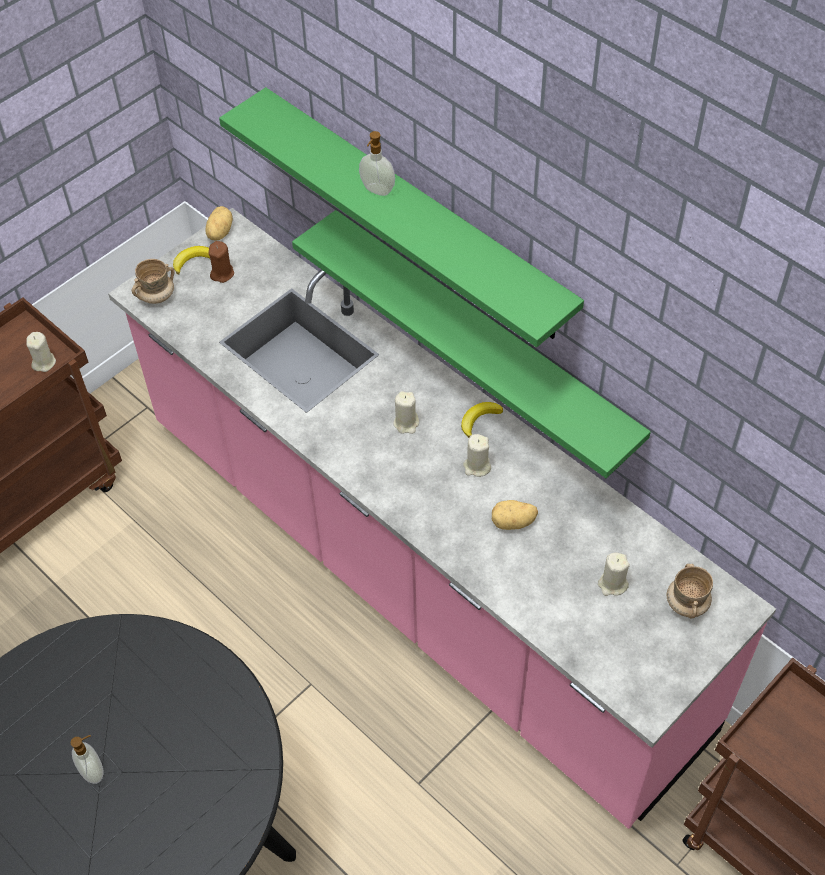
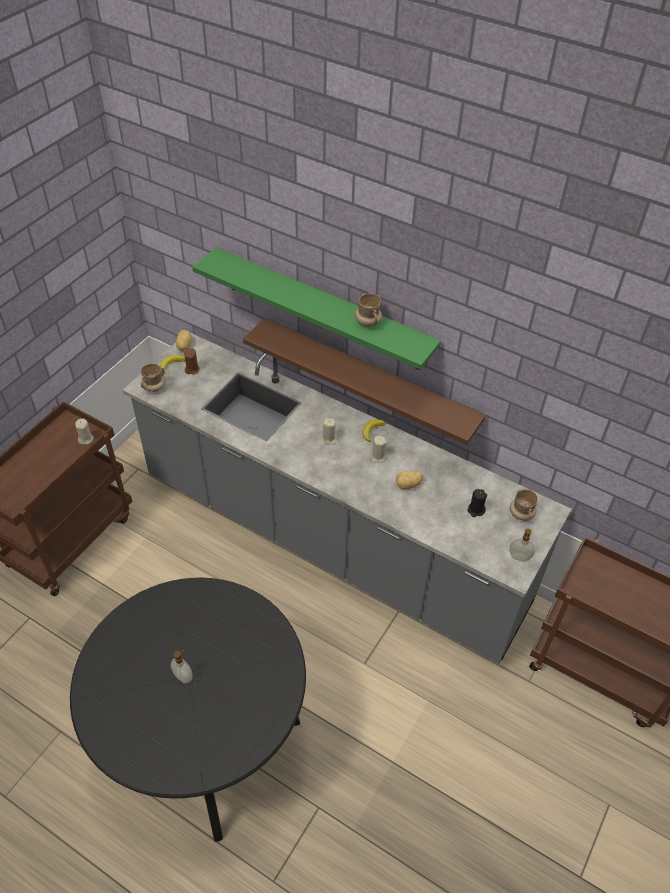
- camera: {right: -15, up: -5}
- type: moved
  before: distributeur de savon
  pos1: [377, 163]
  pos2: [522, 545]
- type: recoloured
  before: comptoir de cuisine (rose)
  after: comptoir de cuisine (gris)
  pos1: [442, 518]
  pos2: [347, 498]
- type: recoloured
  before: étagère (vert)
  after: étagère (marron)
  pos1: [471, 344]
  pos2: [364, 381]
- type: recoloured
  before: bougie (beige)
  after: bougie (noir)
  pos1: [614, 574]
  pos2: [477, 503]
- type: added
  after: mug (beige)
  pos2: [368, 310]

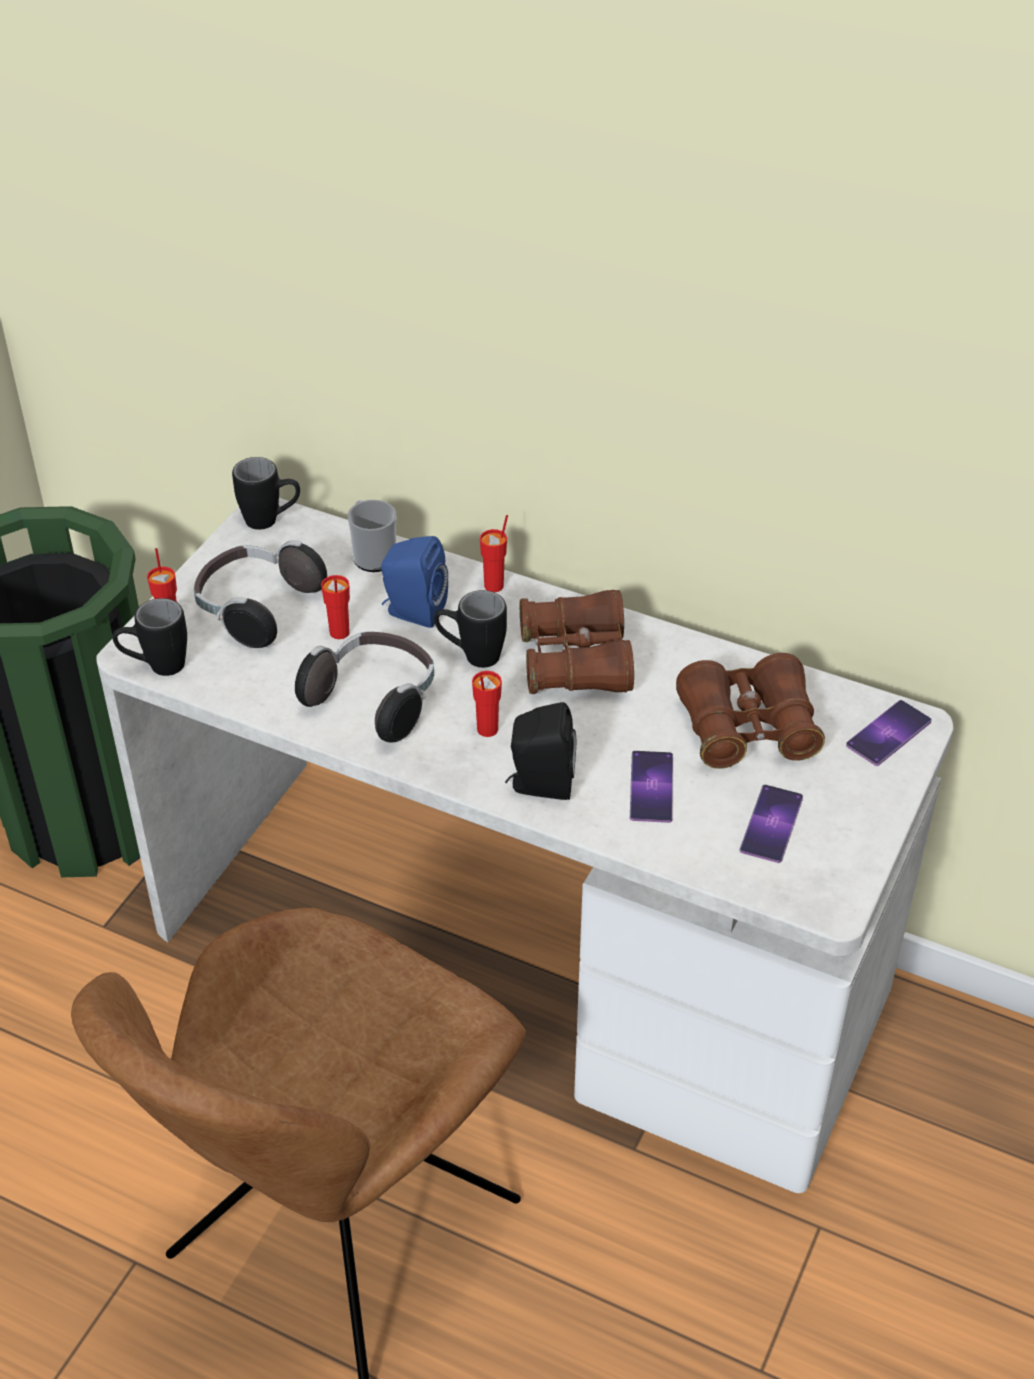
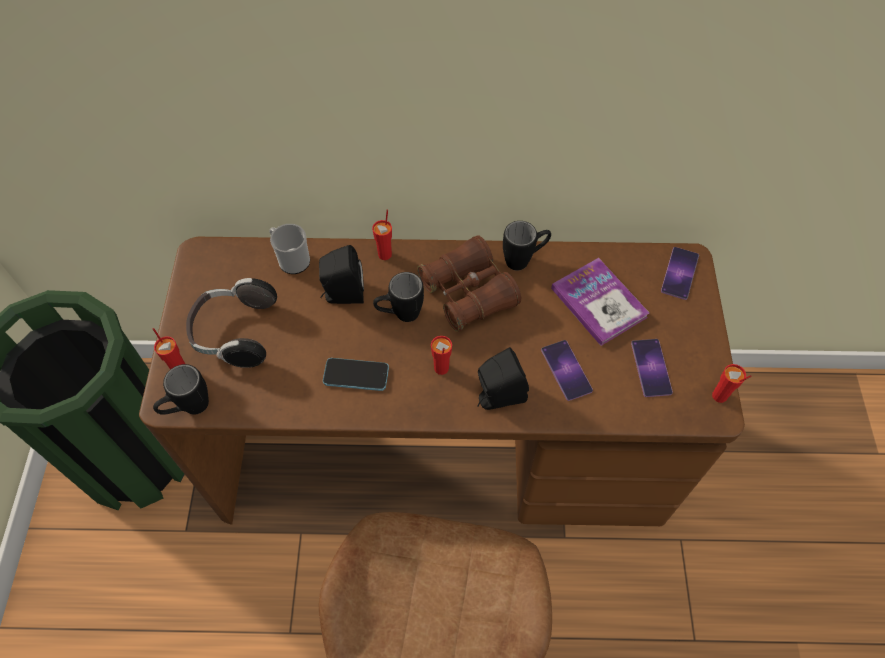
- camera: {right: -25, up: 15}
- type: moved
  before: mug (noir)
  pos1: [266, 493]
  pos2: [527, 246]
- type: recoloured
  before: bureau (blanc)
  after: bureau (marron)
  pos1: [525, 845]
  pos2: [442, 381]
- type: recoloured
  before: enceinte (bleu)
  after: enceinte (noir)
  pos1: [414, 582]
  pos2: [341, 274]
- type: moved
  before: tasse (rouge)
  pos1: [335, 607]
  pos2: [732, 383]
- type: replaced
  before: casque audio
  after: téléphone
  pos1: [364, 687]
  pos2: [356, 374]
- type: replaced
  before: jumelles (marron)
  after: livre
  pos1: [750, 711]
  pos2: [600, 302]

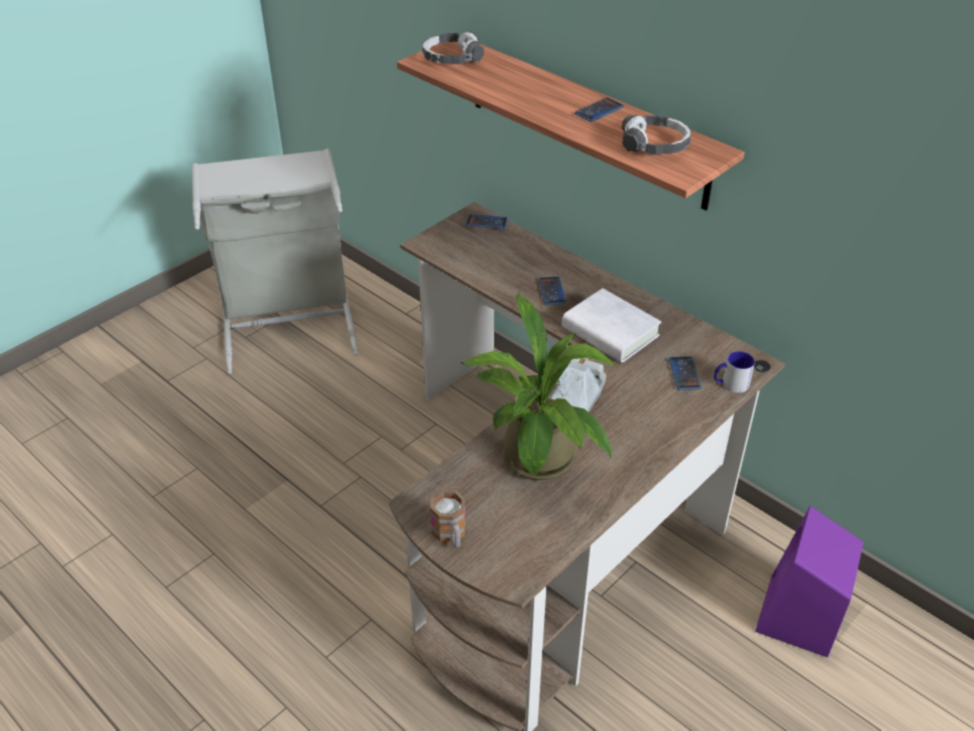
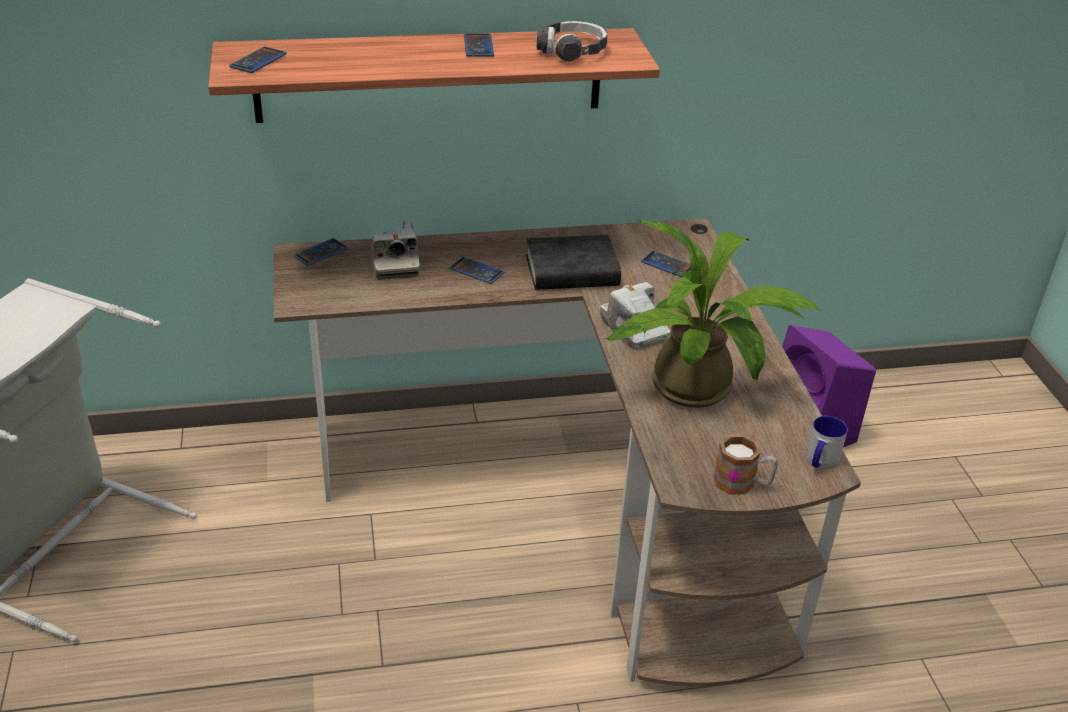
- camera: {right: -55, up: -5}
- type: replaced
  before: casque audio
  after: téléphone
  pos1: [453, 47]
  pos2: [258, 60]
- type: recoloured
  before: livre (blanc)
  after: livre (noir)
  pos1: [612, 325]
  pos2: [573, 262]
- type: moved
  before: mug
  pos1: [734, 372]
  pos2: [827, 442]
- type: added
  after: appareil photo
  pos2: [395, 250]

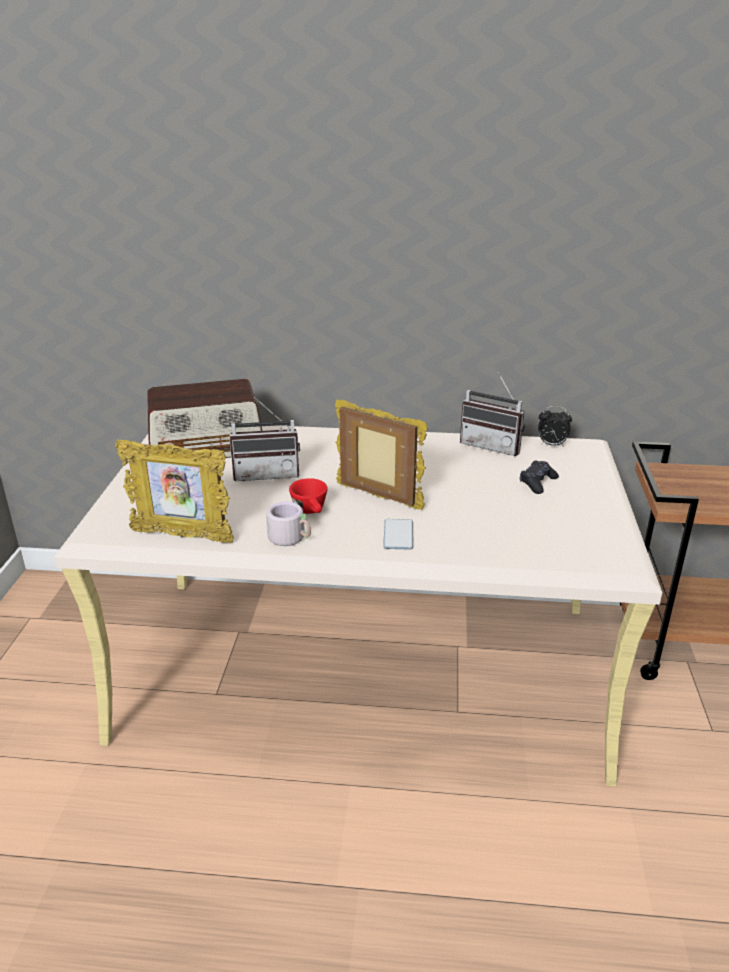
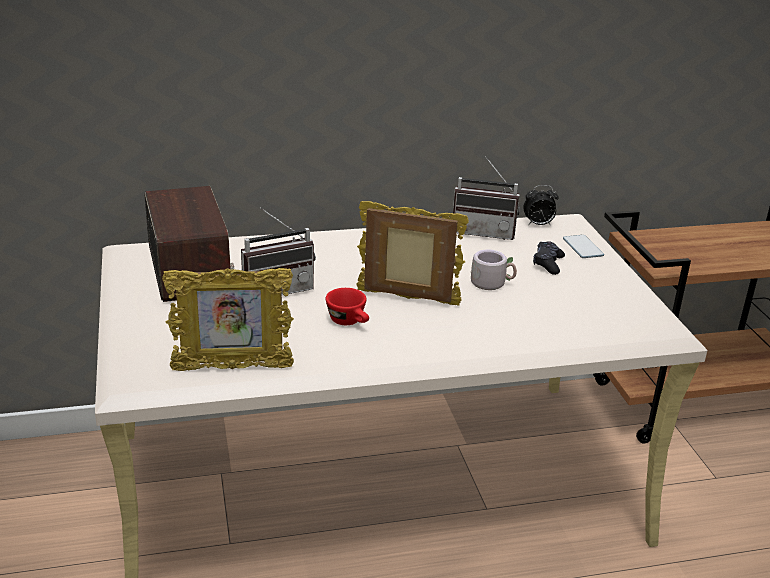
- camera: {right: -20, up: 0}
- type: turned
  before: radio
  pos1: [204, 418]
  pos2: [189, 244]
  turn: -75
- type: moved
  before: mug (gris)
  pos1: [288, 523]
  pos2: [493, 269]
- type: moved
  before: téléphone
  pos1: [398, 534]
  pos2: [583, 246]

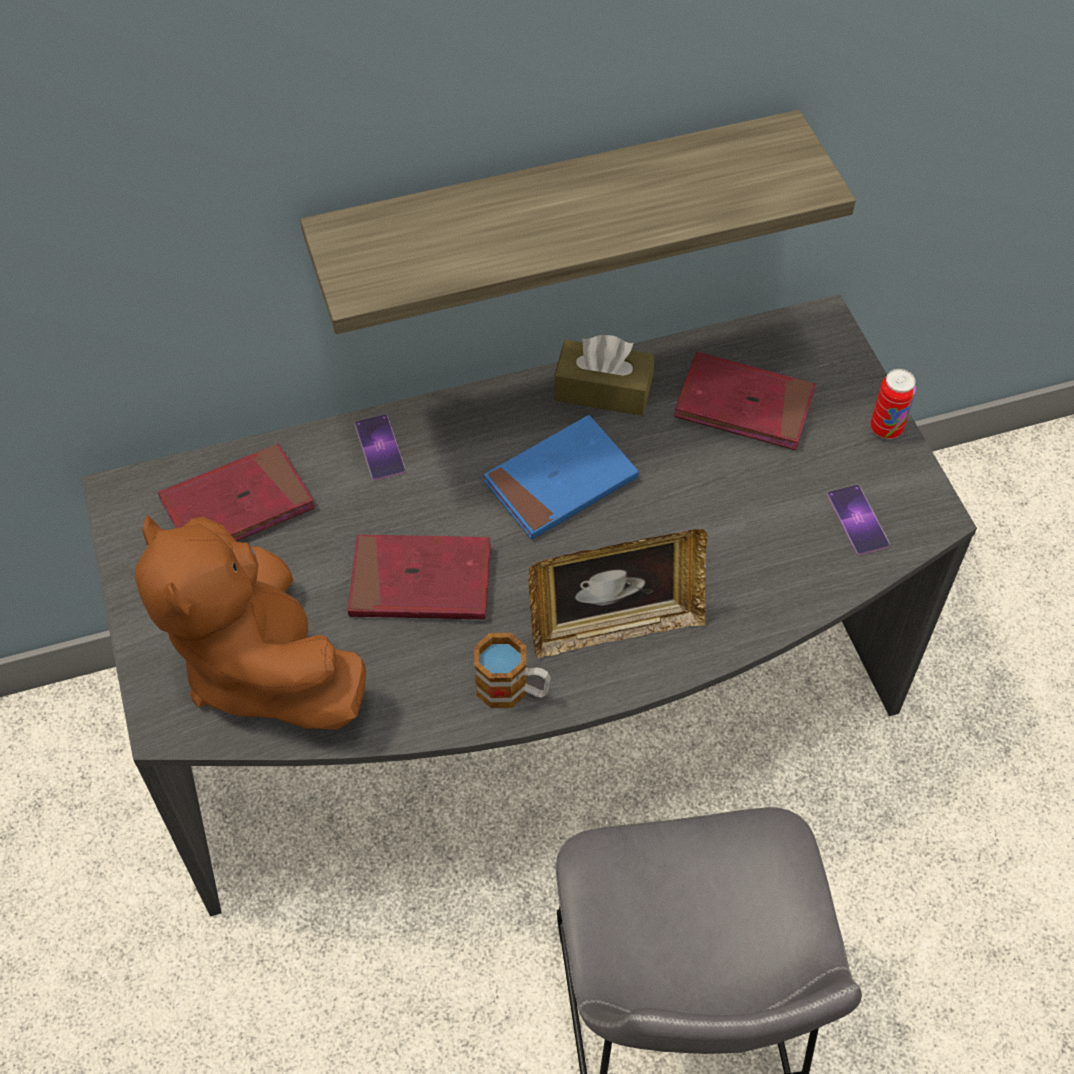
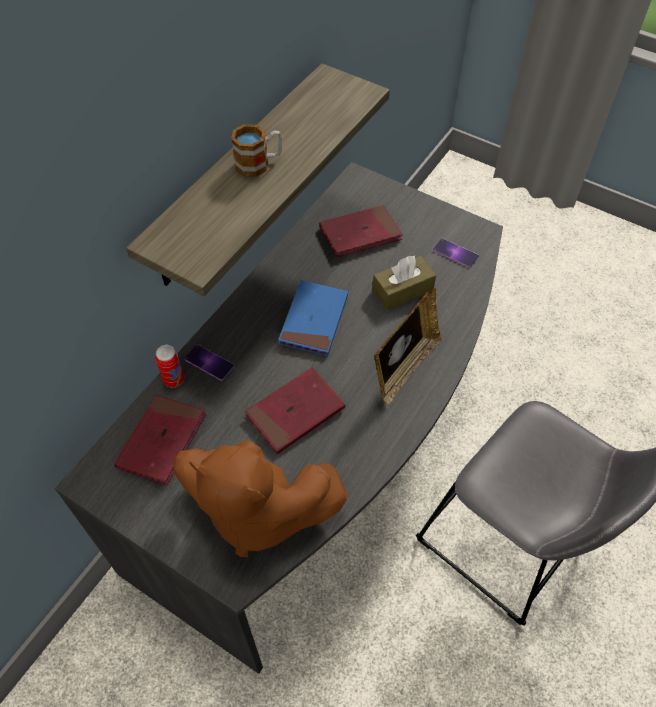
- camera: {right: -40, up: 0}
- type: moved
  before: boîte à mouchoirs (marron)
  pos1: [604, 375]
  pos2: [404, 282]
- type: moved
  before: boîte métallique
  pos1: [893, 404]
  pos2: [169, 366]
- type: moved
  before: mug
  pos1: [512, 670]
  pos2: [256, 150]

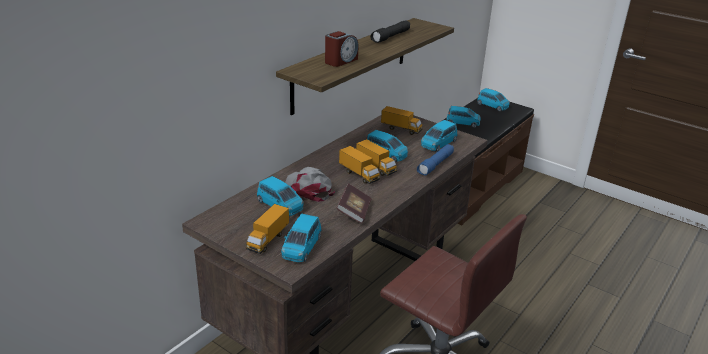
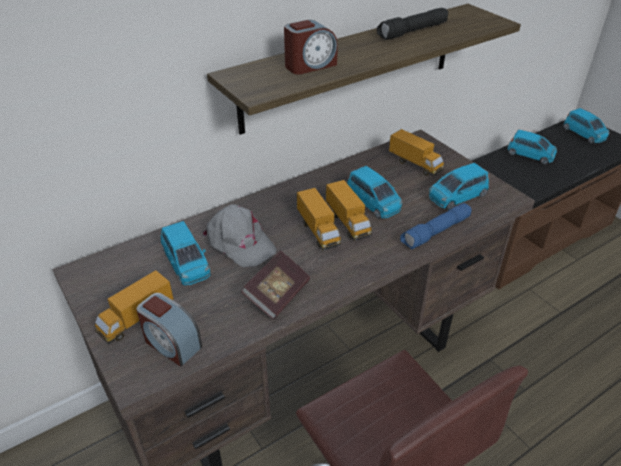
- camera: {right: 20, up: 10}
- type: turned
  before: casquette (gris)
  pos1: [310, 184]
  pos2: [239, 235]
  turn: 150
- type: replaced
  before: petite voiture (bleu)
  after: réveil
  pos1: [301, 237]
  pos2: [169, 330]

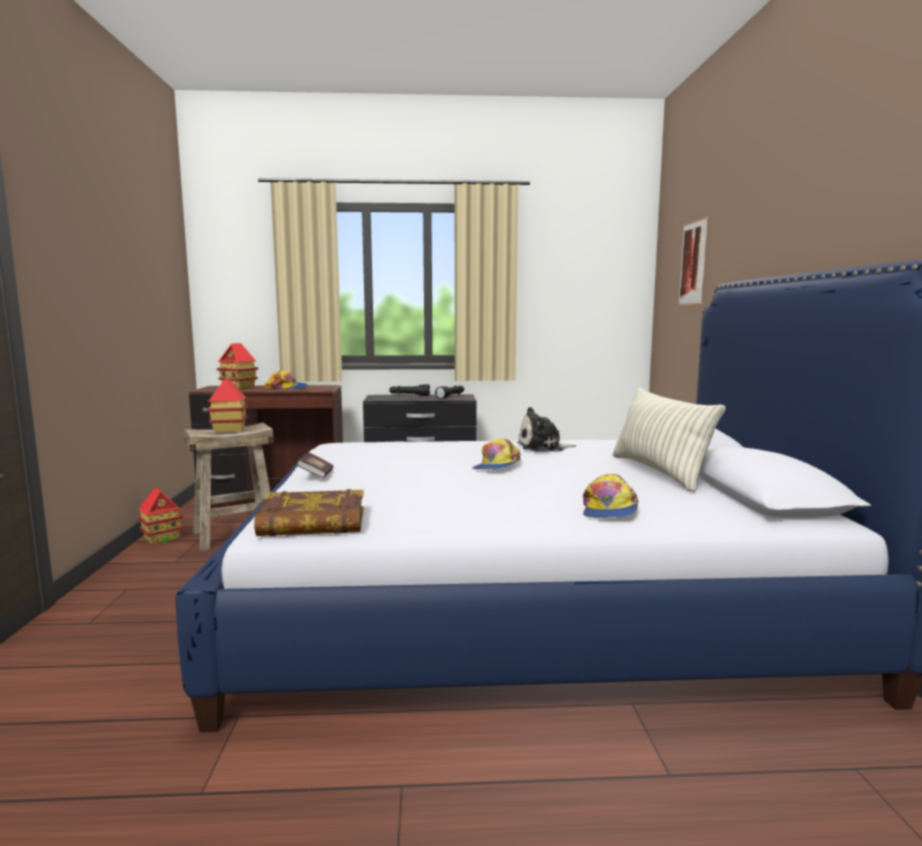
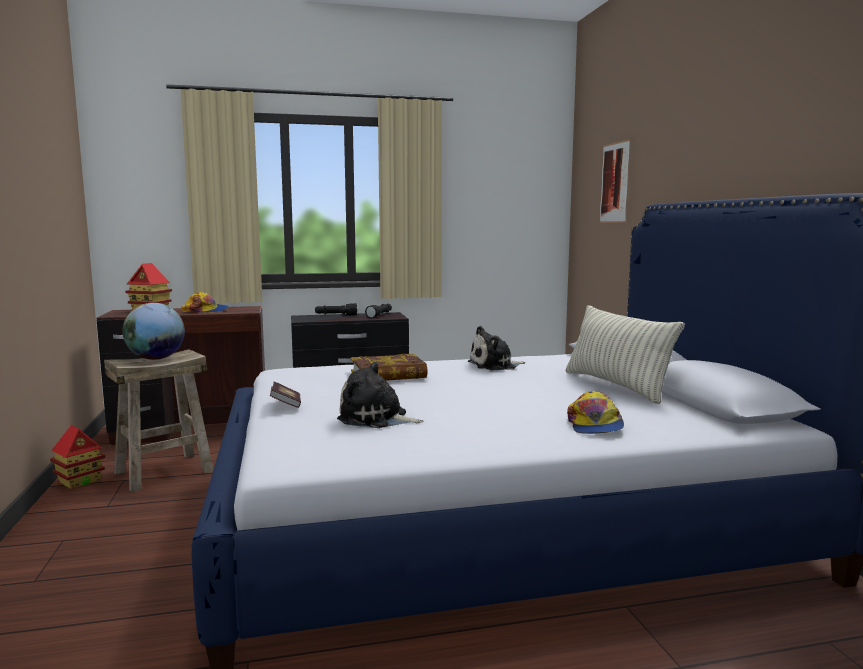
- camera: {right: -10, up: 0}
- type: replaced
  before: maison miniature
  after: globe
  pos1: [227, 405]
  pos2: [153, 331]
- type: removed
  before: casquette
  pos1: [496, 454]
- type: moved
  before: livre
  pos1: [309, 512]
  pos2: [389, 367]
- type: added
  after: peluche
  pos2: [380, 395]

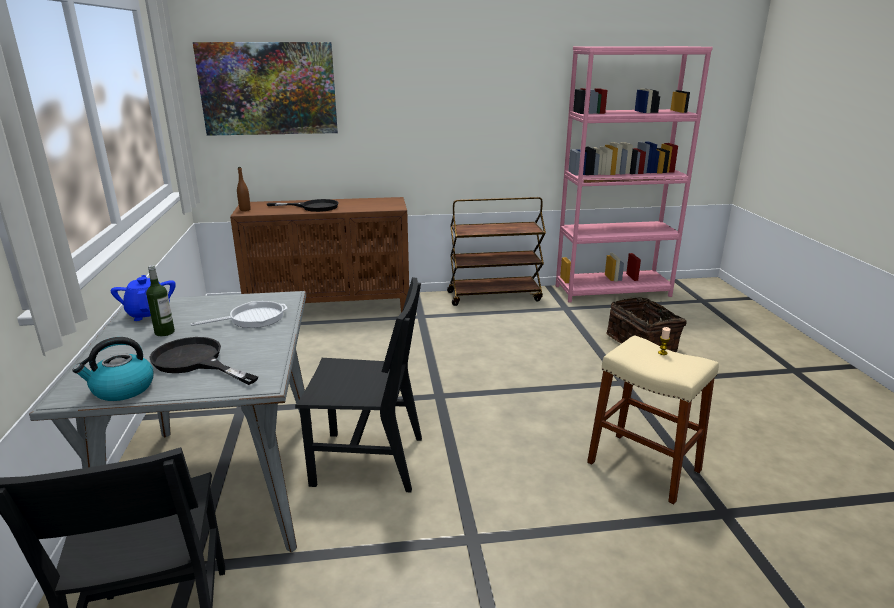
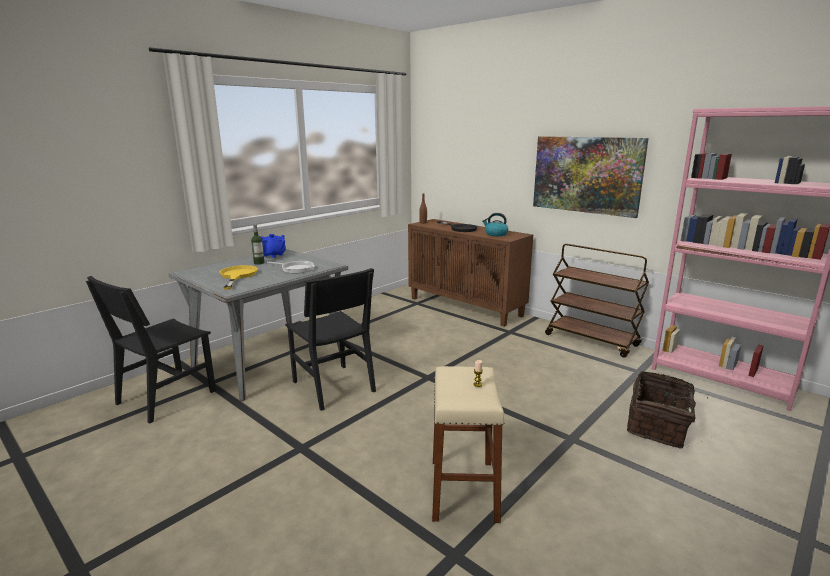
- camera: {right: 50, up: -5}
- type: moved
  before: tableau
  pos1: [265, 89]
  pos2: [591, 177]
- type: moved
  before: bouilloire
  pos1: [113, 369]
  pos2: [495, 224]
- type: recoloured
  before: poêle (noir)
  after: poêle (jaune)
  pos1: [203, 361]
  pos2: [238, 277]

